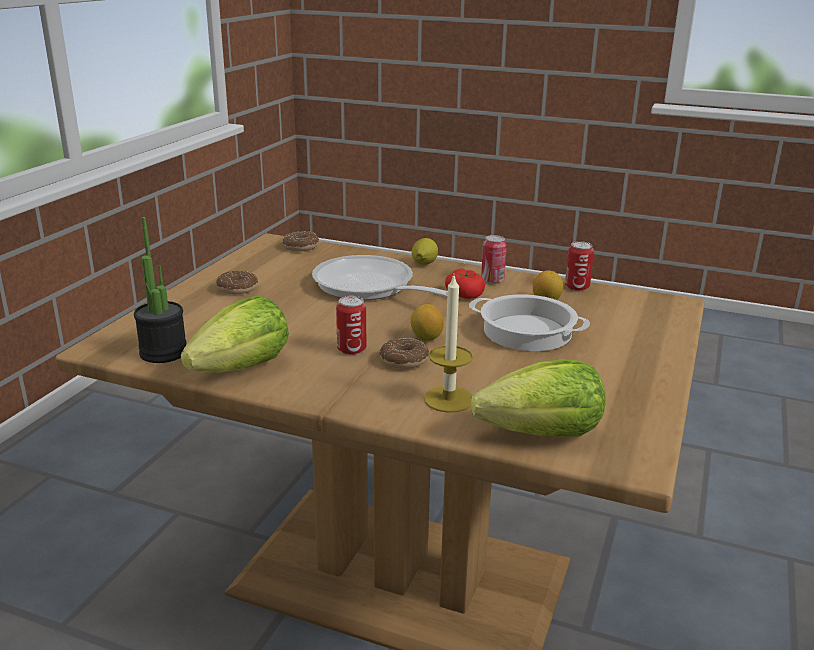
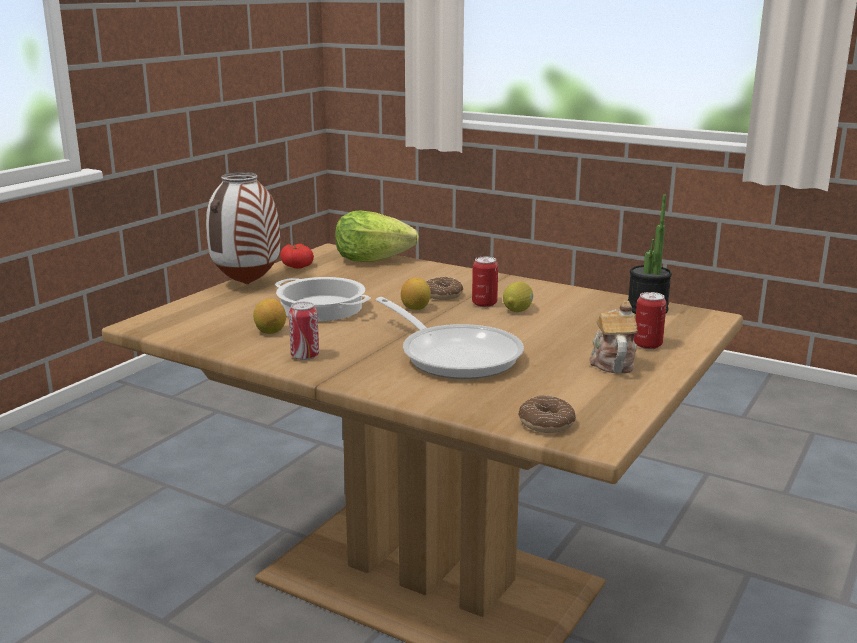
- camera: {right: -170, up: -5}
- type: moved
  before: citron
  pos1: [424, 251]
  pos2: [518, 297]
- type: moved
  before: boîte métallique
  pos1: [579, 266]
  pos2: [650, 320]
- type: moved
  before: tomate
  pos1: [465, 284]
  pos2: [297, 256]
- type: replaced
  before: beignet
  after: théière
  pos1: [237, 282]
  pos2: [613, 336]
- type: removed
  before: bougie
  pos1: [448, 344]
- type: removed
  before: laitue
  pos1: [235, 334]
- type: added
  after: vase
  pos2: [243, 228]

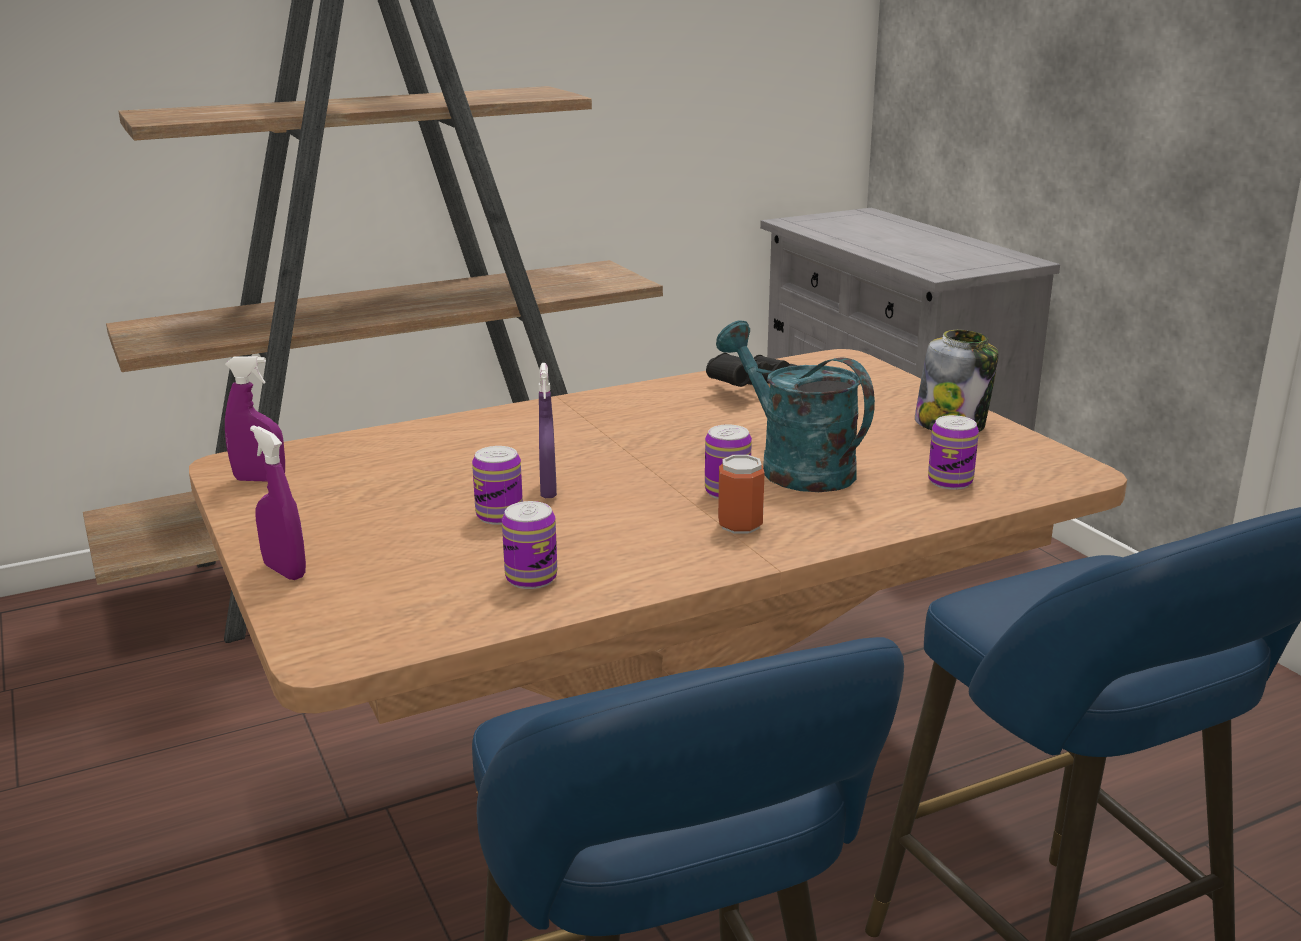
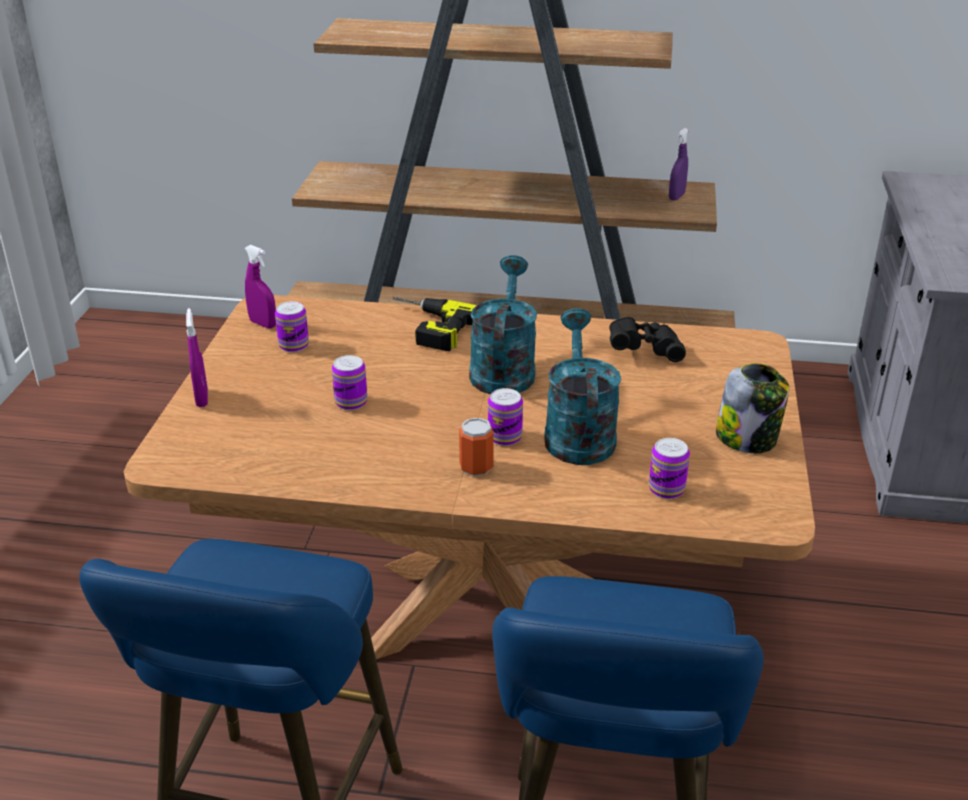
- camera: {right: 35, up: 10}
- type: moved
  before: vaporisateur (violet)
  pos1: [547, 430]
  pos2: [679, 164]
- type: moved
  before: boîte métallique
  pos1: [529, 545]
  pos2: [292, 326]
- type: added
  after: arrosoir (turquoise)
  pos2: [503, 325]
- type: added
  after: perceuse
  pos2: [434, 324]

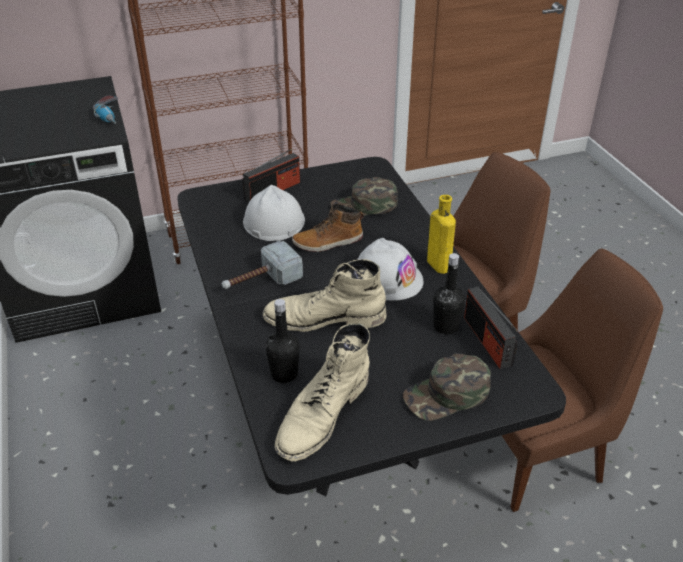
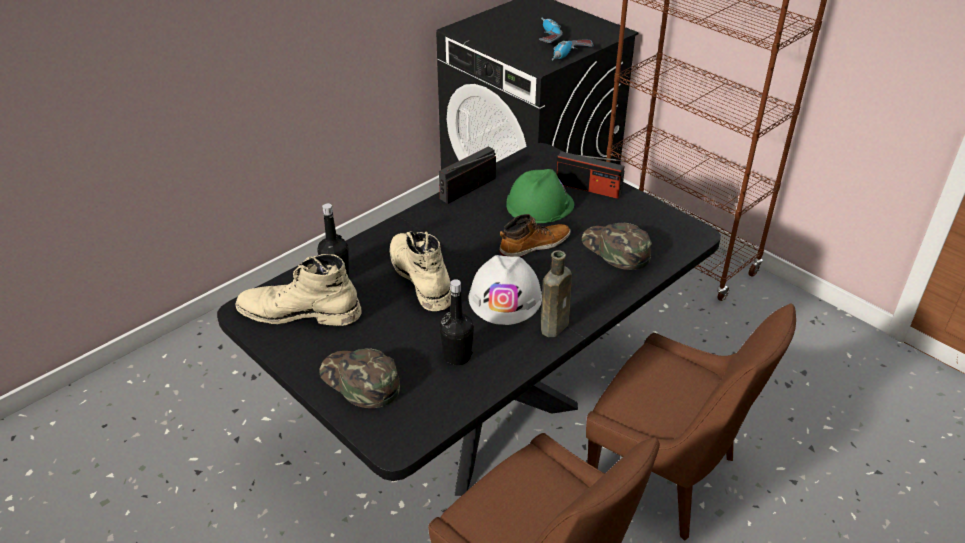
- camera: {right: 65, up: 0}
- type: recoloured
  before: casque de chantier (blanc)
  after: casque de chantier (vert)
  pos1: [274, 213]
  pos2: [540, 196]
- type: recoloured
  before: bouteille (jaune)
  after: bouteille (marron)
  pos1: [441, 234]
  pos2: [556, 293]
- type: turned
  before: botte
  pos1: [328, 228]
  pos2: [535, 235]
  turn: 105
- type: removed
  before: marteau
  pos1: [262, 265]
- type: moved
  before: radio
  pos1: [491, 328]
  pos2: [467, 175]
- type: added
  after: perceuse
  pos2: [551, 30]

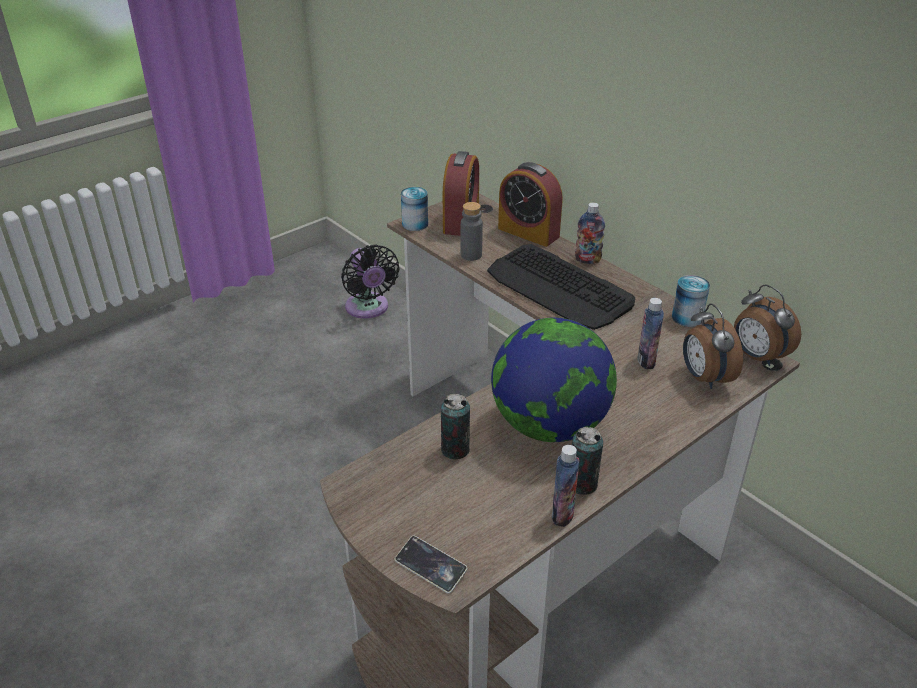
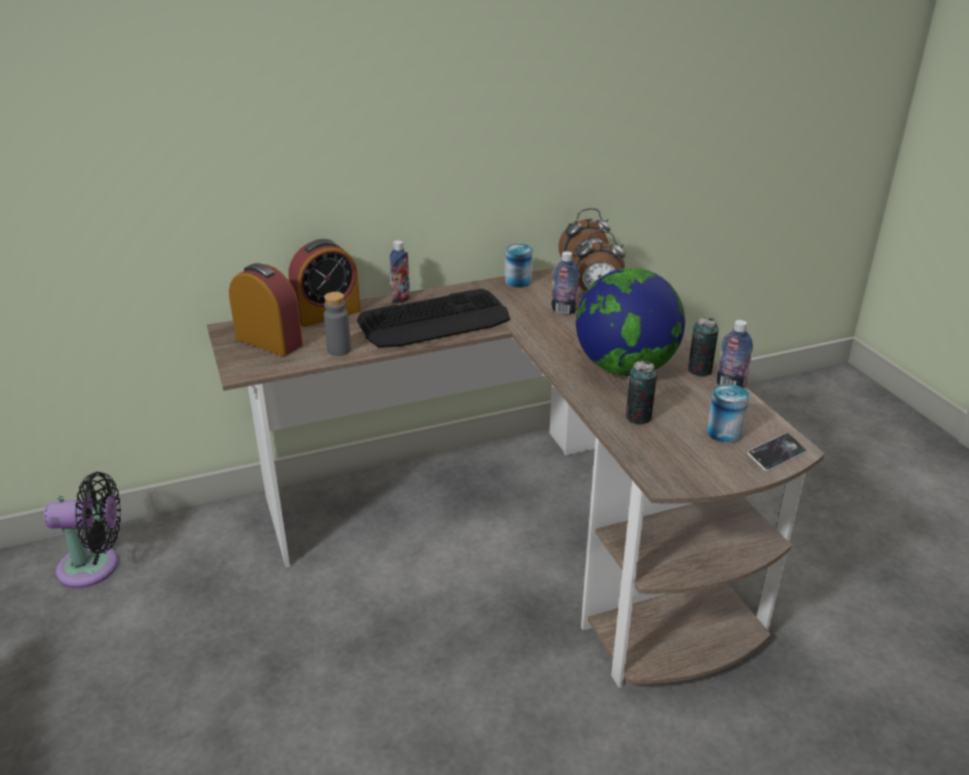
- camera: {right: -70, up: -5}
- type: moved
  before: boîte métallique
  pos1: [414, 209]
  pos2: [728, 413]

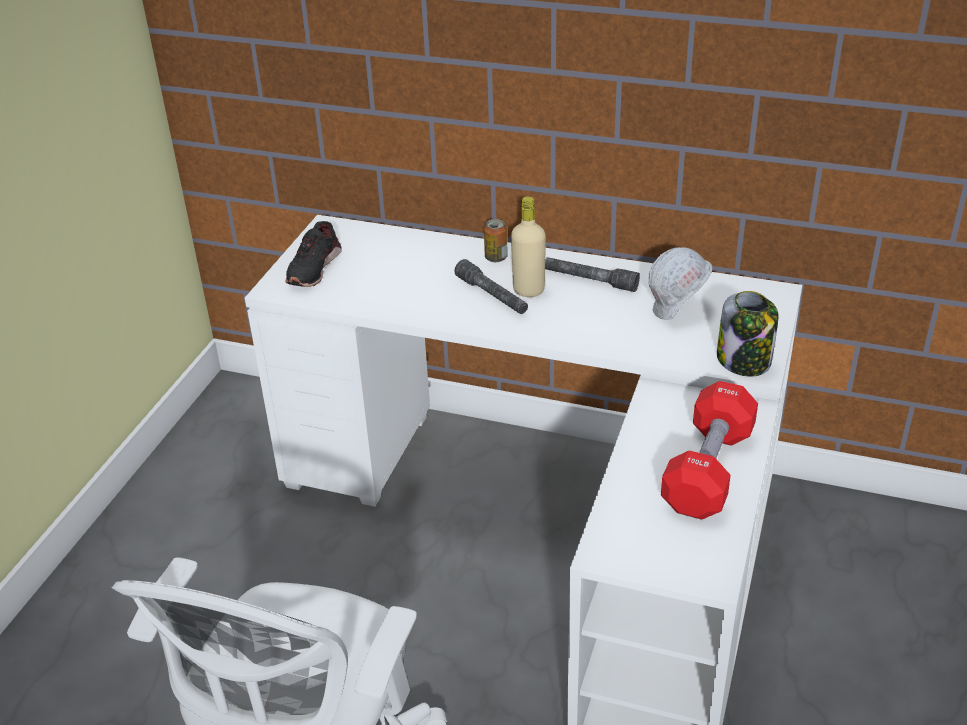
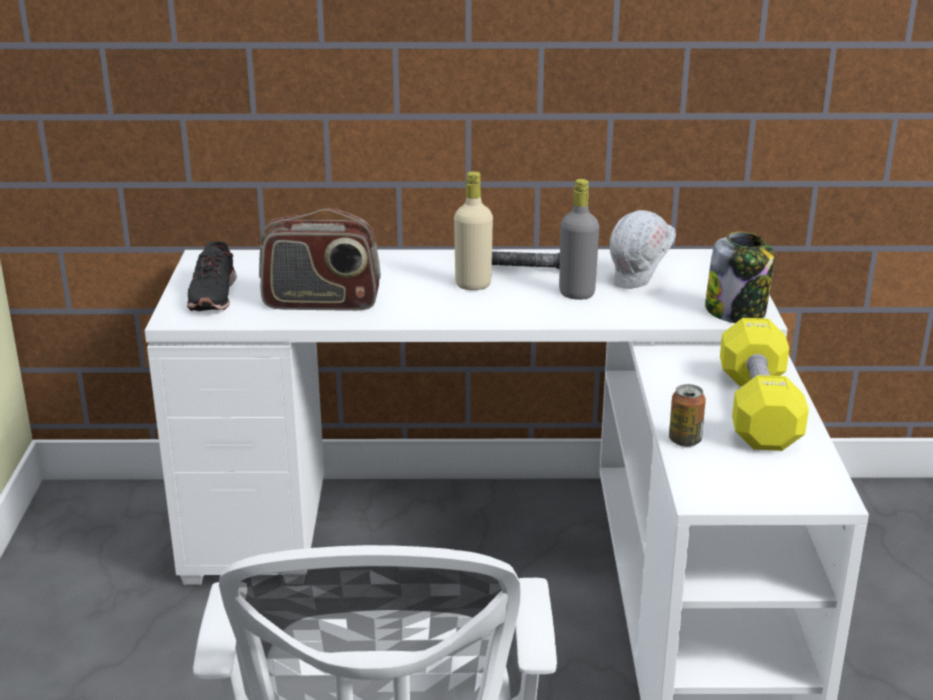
- camera: {right: -20, up: -10}
- type: moved
  before: boîte métallique
  pos1: [496, 240]
  pos2: [687, 415]
- type: removed
  before: lampe de poche (gris)
  pos1: [491, 286]
- type: recoloured
  before: haltère (rouge)
  after: haltère (jaune)
  pos1: [709, 450]
  pos2: [764, 384]
- type: added
  after: bouteille (gris)
  pos2: [579, 239]
- type: added
  after: radio
  pos2: [320, 259]

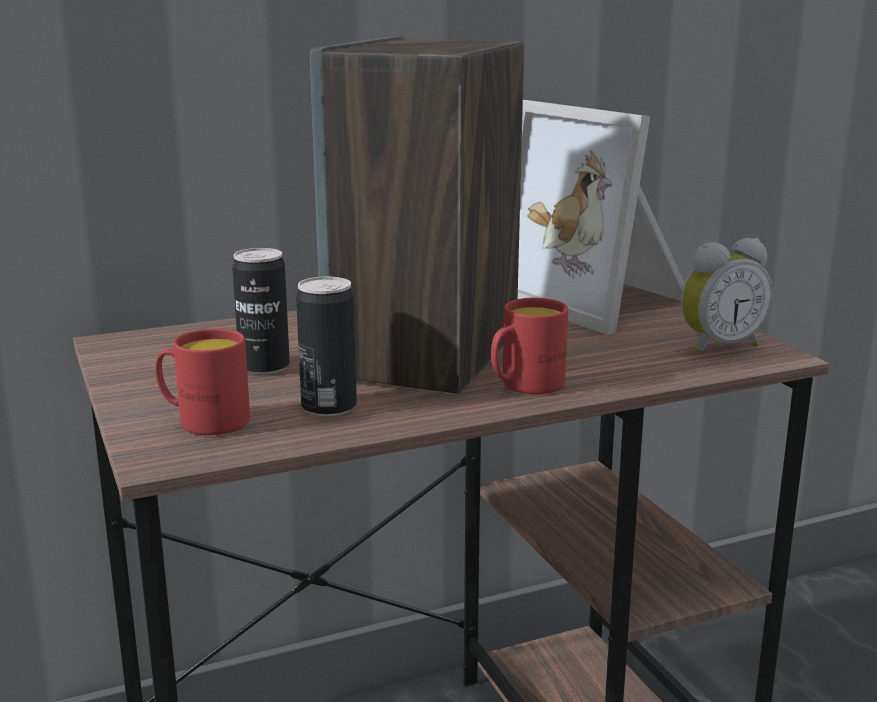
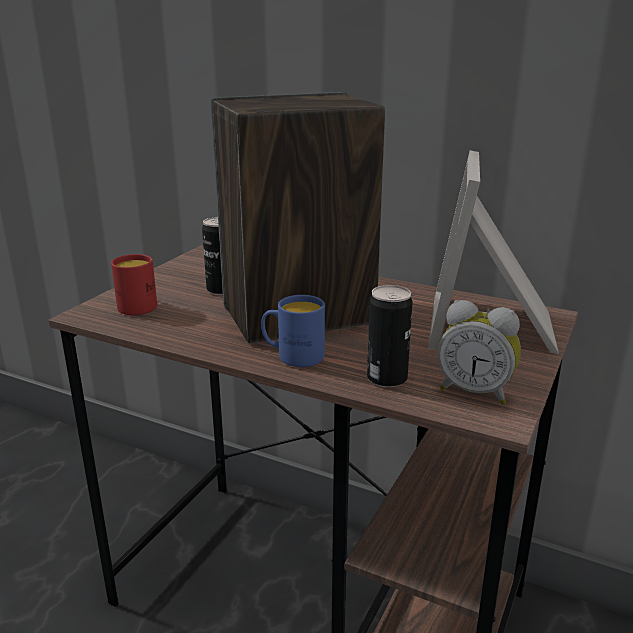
- camera: {right: 50, up: 5}
- type: moved
  before: boîte métallique
  pos1: [326, 346]
  pos2: [389, 336]
- type: recoloured
  before: mug (rouge)
  after: mug (bleu)
  pos1: [529, 346]
  pos2: [293, 331]

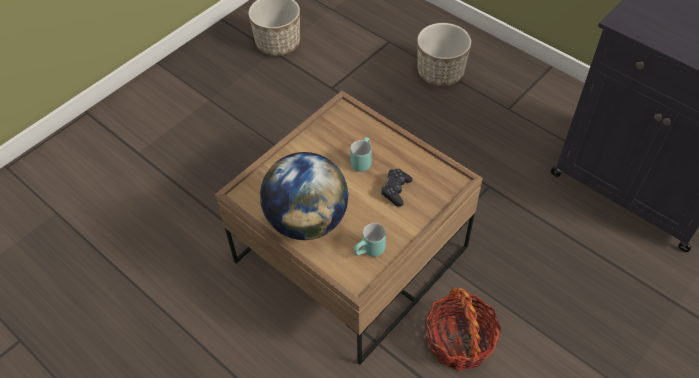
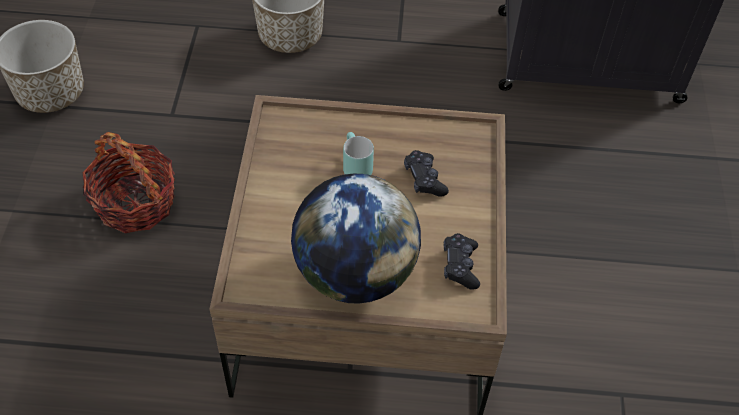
- camera: {right: -40, up: 0}
- type: replaced
  before: mug (turquoise)
  after: manette (noir)
  pos1: [370, 240]
  pos2: [461, 261]
- type: moved
  before: panier
  pos1: [463, 329]
  pos2: [128, 182]

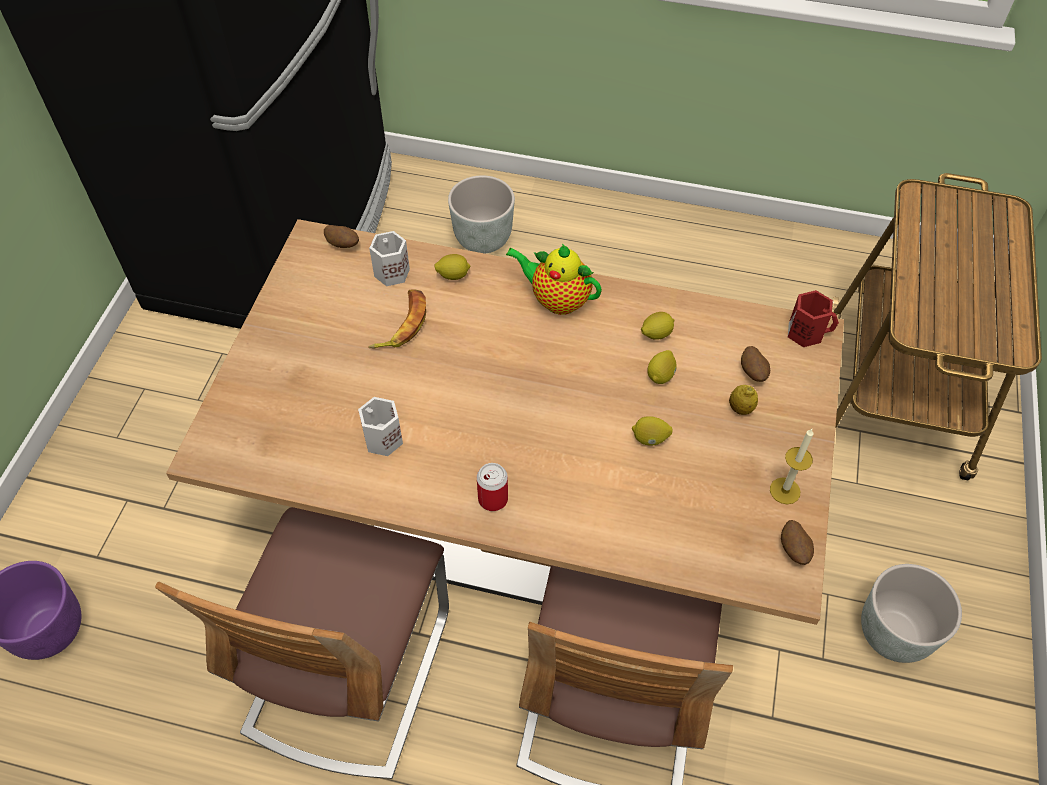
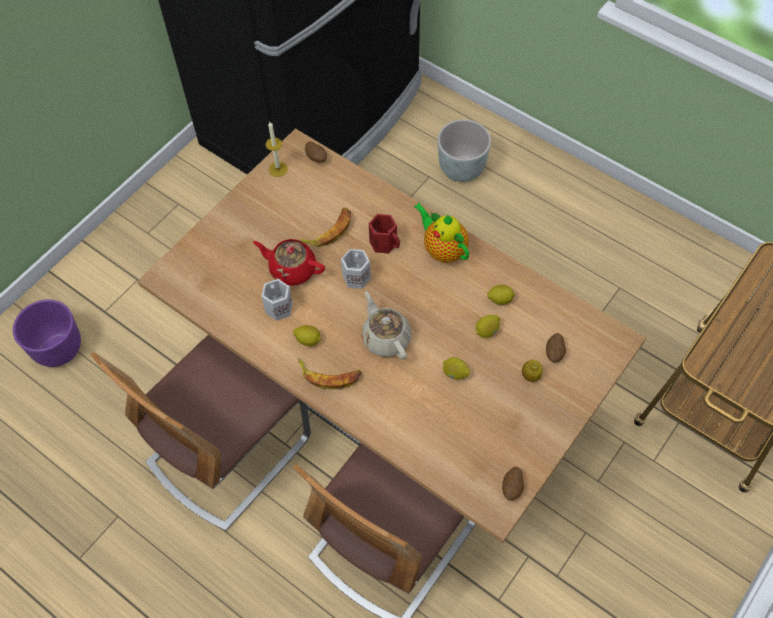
- camera: {right: 25, up: 5}
- type: moved
  before: mug (blanc)
  pos1: [389, 258]
  pos2: [356, 269]
- type: moved
  before: citron
  pos1: [452, 267]
  pos2: [307, 335]
- type: moved
  before: mug (rouge)
  pos1: [813, 318]
  pos2: [384, 234]
- type: moved
  before: bougie
  pos1: [792, 466]
  pos2: [277, 149]
- type: replaced
  before: boîte métallique
  after: banane
  pos1: [492, 487]
  pos2: [329, 373]
- type: removed
  before: cache-pot (gris)
  pos1: [911, 613]
- type: added
  after: théière (rouge)
  pos2: [289, 262]
- type: added
  after: théière (beige)
  pos2: [387, 326]

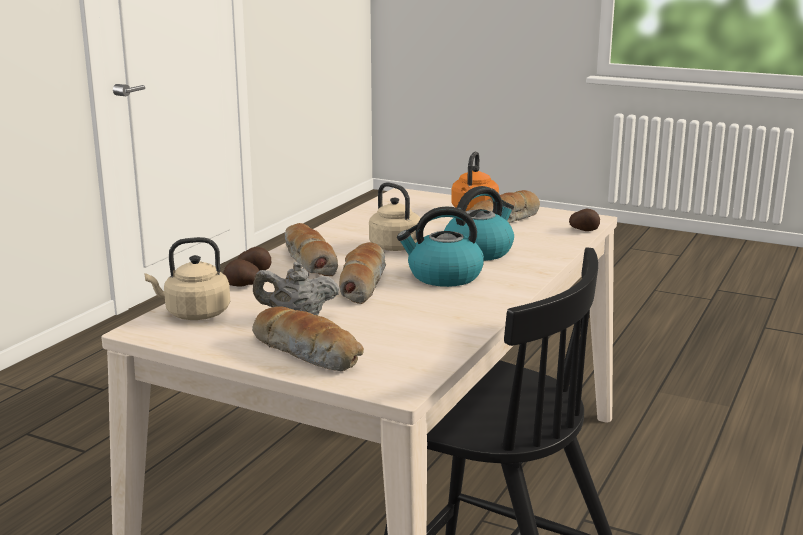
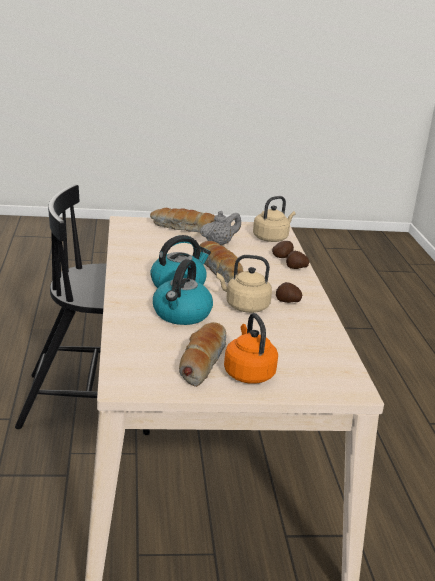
- camera: {right: 145, up: 5}
- type: moved
  before: pomme de terre
  pos1: [584, 220]
  pos2: [289, 292]
- type: removed
  before: pain
  pos1: [311, 249]

